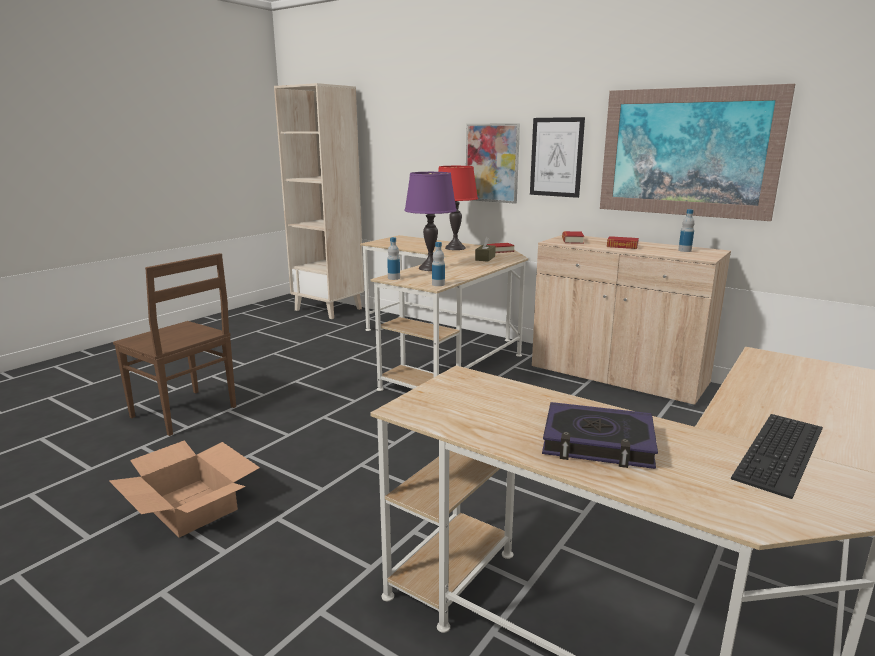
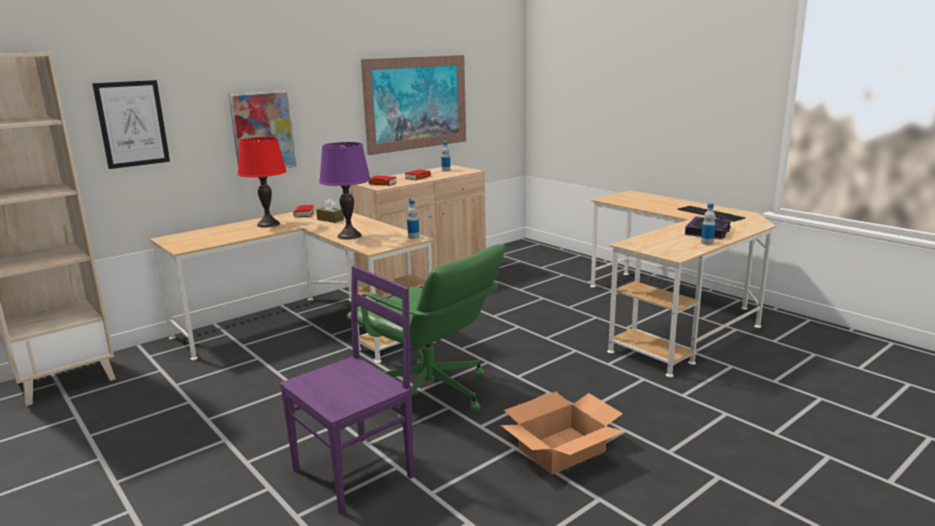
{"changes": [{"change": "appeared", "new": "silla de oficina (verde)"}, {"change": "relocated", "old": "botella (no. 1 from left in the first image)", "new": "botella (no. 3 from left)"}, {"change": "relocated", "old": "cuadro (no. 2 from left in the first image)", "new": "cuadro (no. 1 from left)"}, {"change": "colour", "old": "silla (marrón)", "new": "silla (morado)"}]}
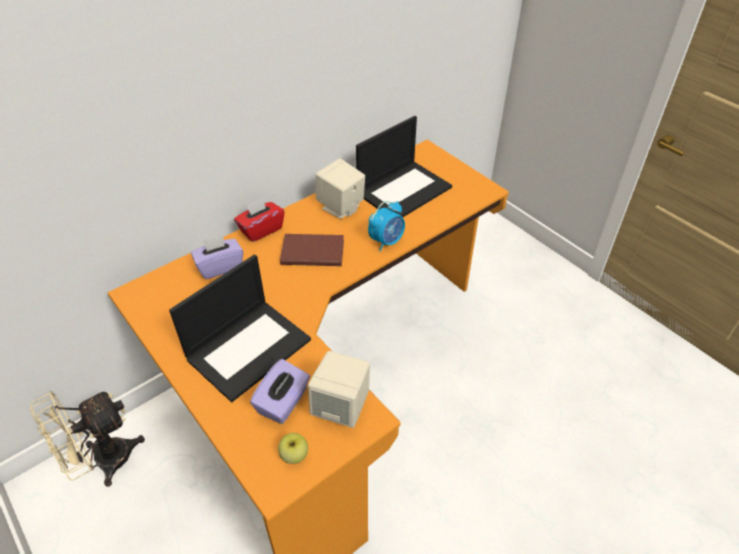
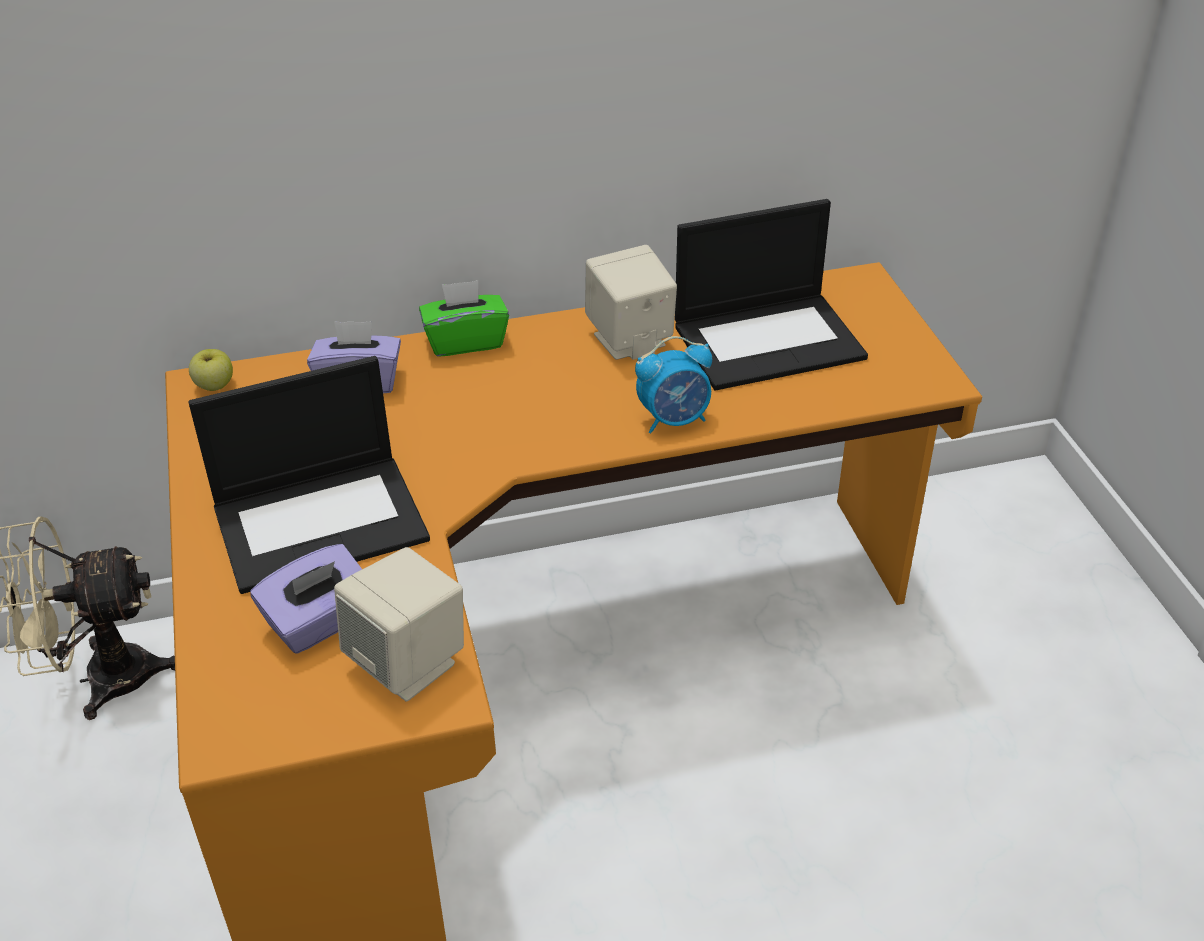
{"changes": [{"change": "missing", "old": "libro (marrón)"}, {"change": "relocated", "old": "manzana"}, {"change": "colour", "old": "caja de pañuelos (rojo)", "new": "caja de pañuelos (verde)"}]}
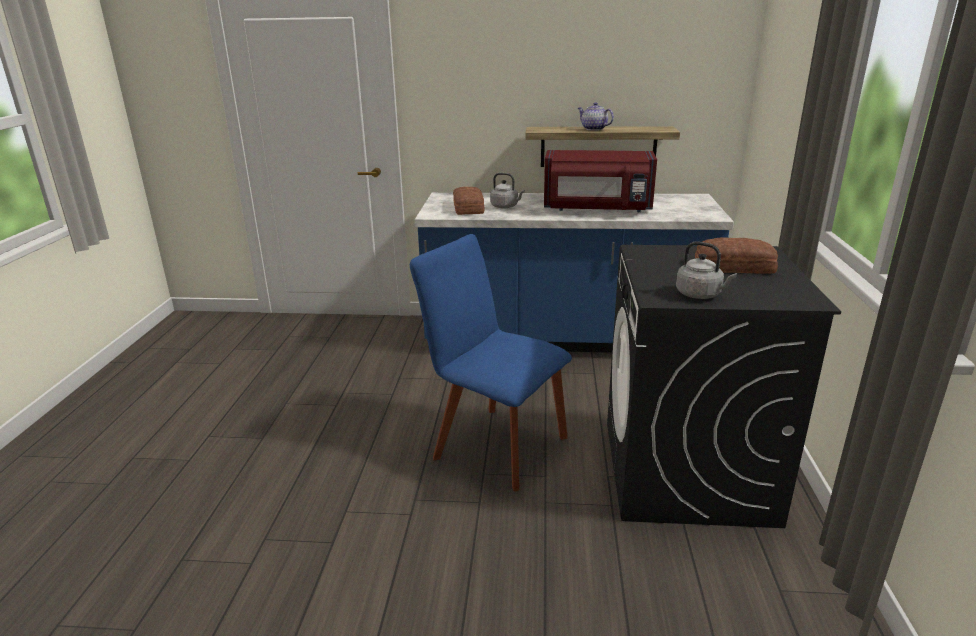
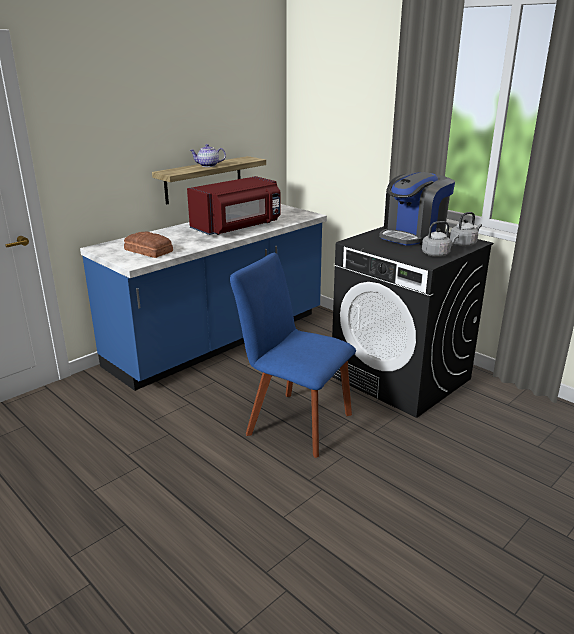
{"changes": [{"change": "relocated", "old": "hervidor (gris) (no. 1 from left in the first image)", "new": "hervidor (gris) (no. 2 from left)"}, {"change": "exchanged", "old": "pan (no. 2 from left)", "new": "cafetera"}, {"change": "spun", "old": "silla (azul)", "degrees": 45}]}
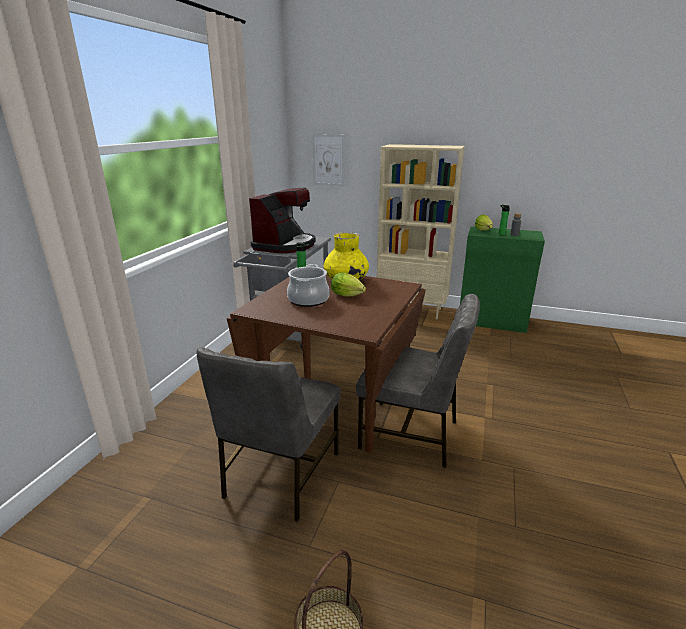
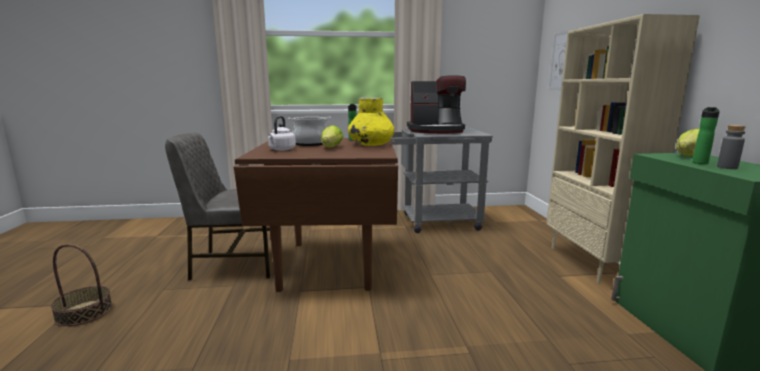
{"changes": [{"change": "missing", "old": "silla (gris) (no. 2 from left)"}, {"change": "appeared", "new": "hervidor (blanco)"}]}
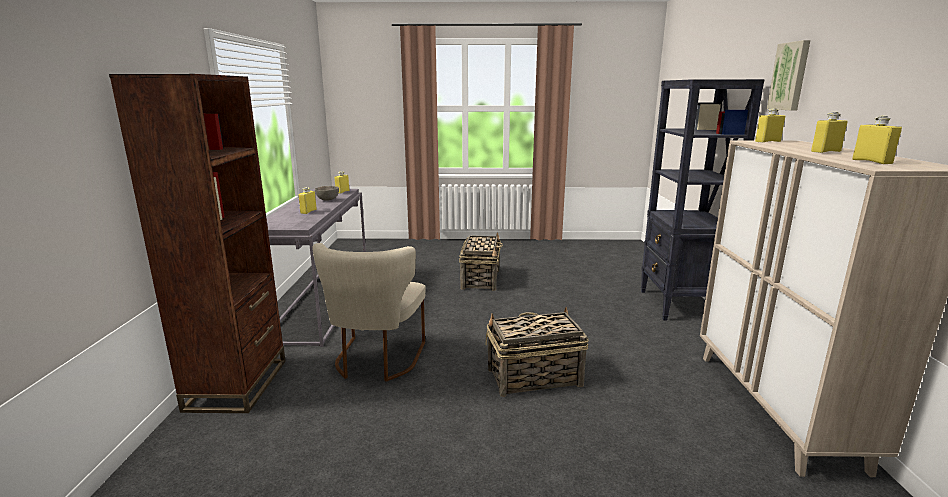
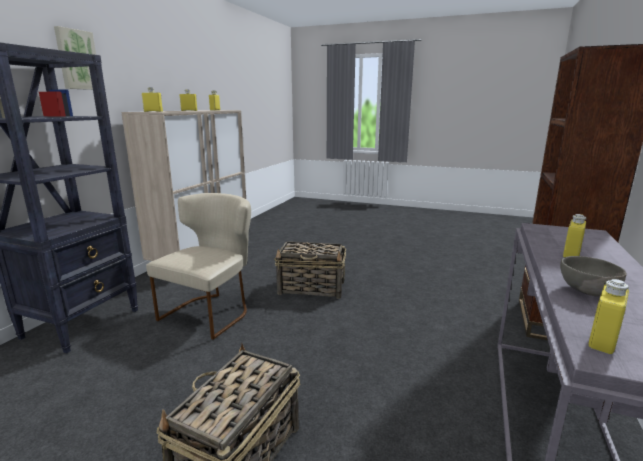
{"changes": [{"change": "relocated", "old": "silla (beis)"}]}
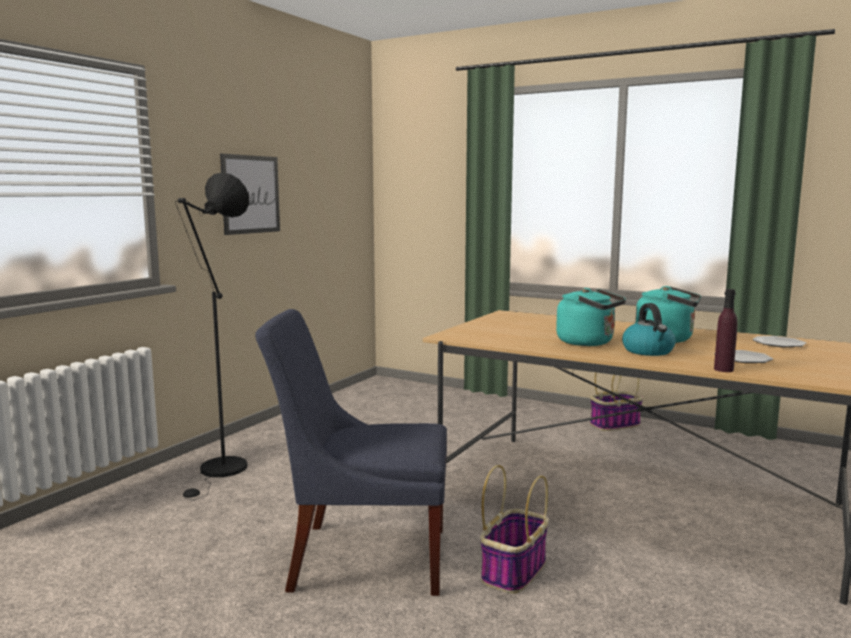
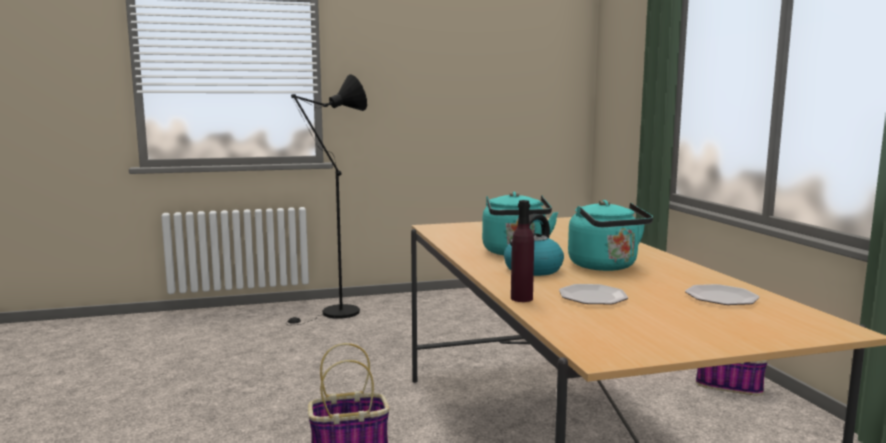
{"changes": [{"change": "missing", "old": "cuadro"}, {"change": "missing", "old": "silla (azul)"}]}
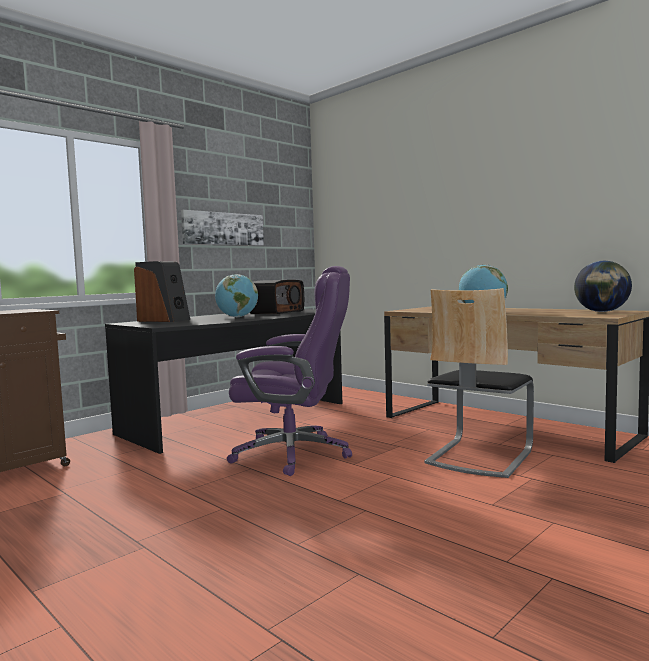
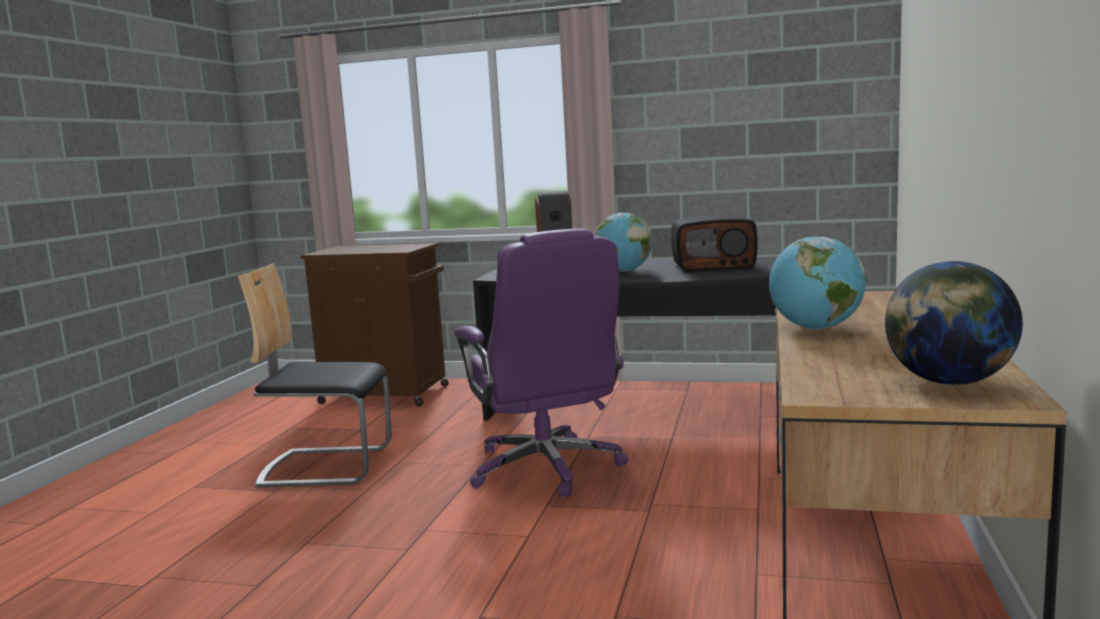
{"changes": [{"change": "missing", "old": "cuadro"}, {"change": "relocated", "old": "silla"}]}
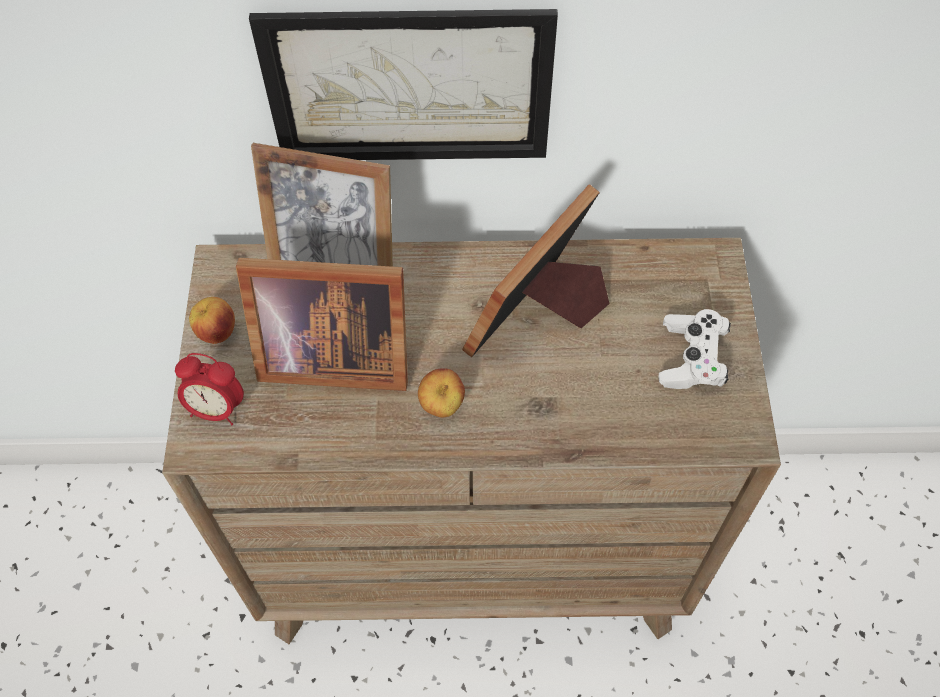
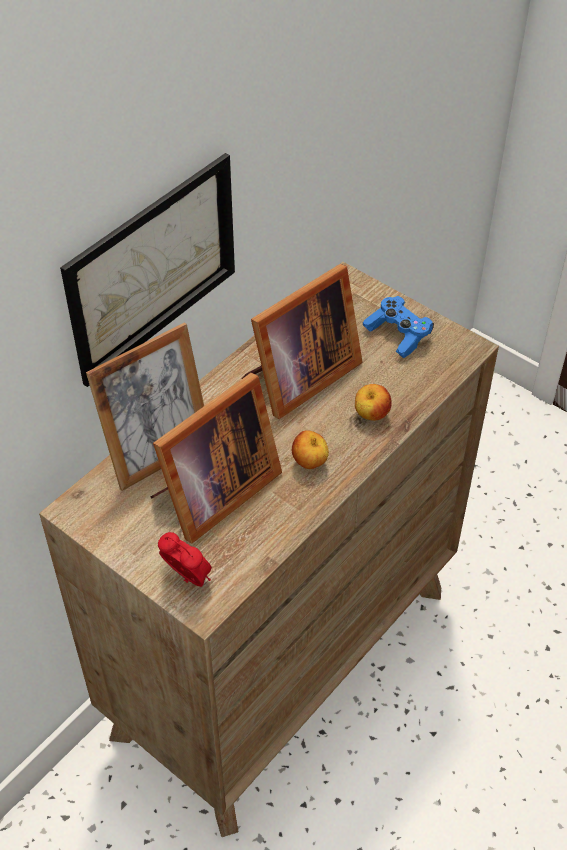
{"changes": [{"change": "relocated", "old": "manzana (no. 1 from left in the first image)", "new": "manzana (no. 2 from left)"}, {"change": "colour", "old": "mando de consola (blanco)", "new": "mando de consola (azul)"}, {"change": "spun", "old": "despertador", "degrees": -105}, {"change": "spun", "old": "portarretratos (no. 3 from left)", "degrees": -120}]}
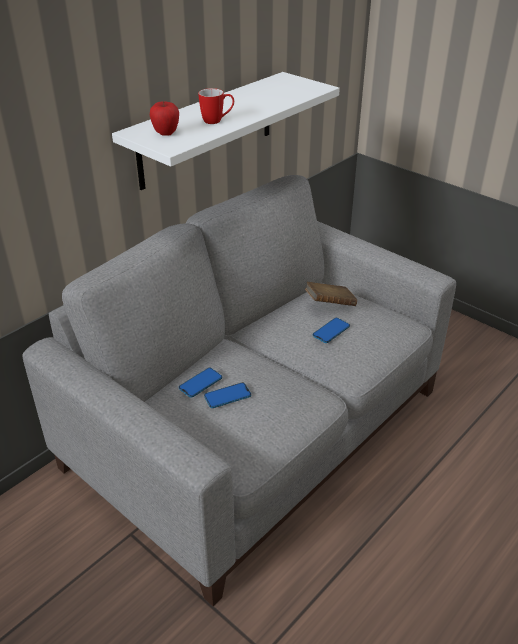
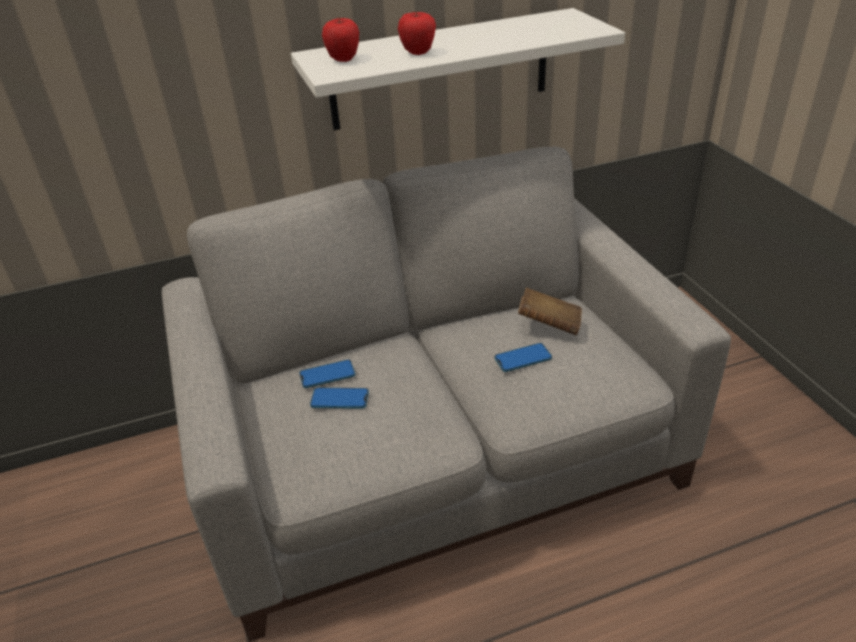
{"changes": [{"change": "exchanged", "old": "taza grande", "new": "manzana (no. 2 from left)"}]}
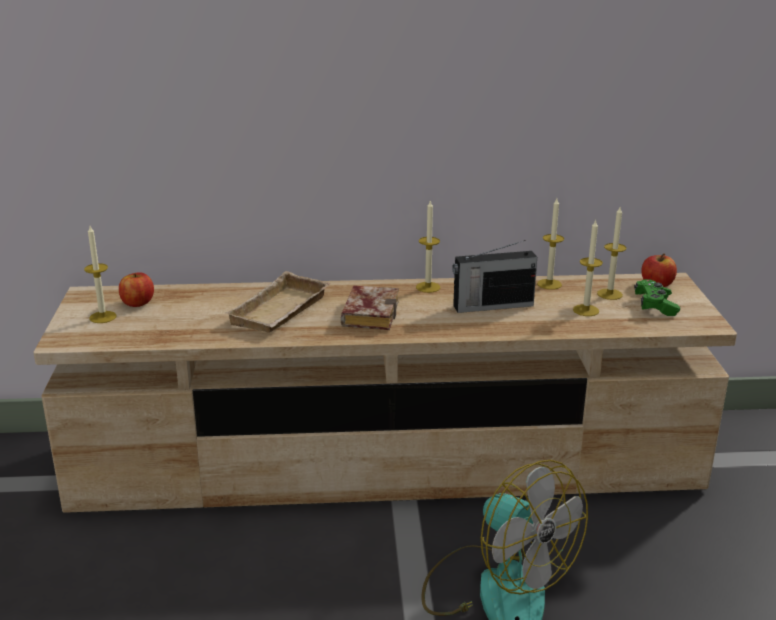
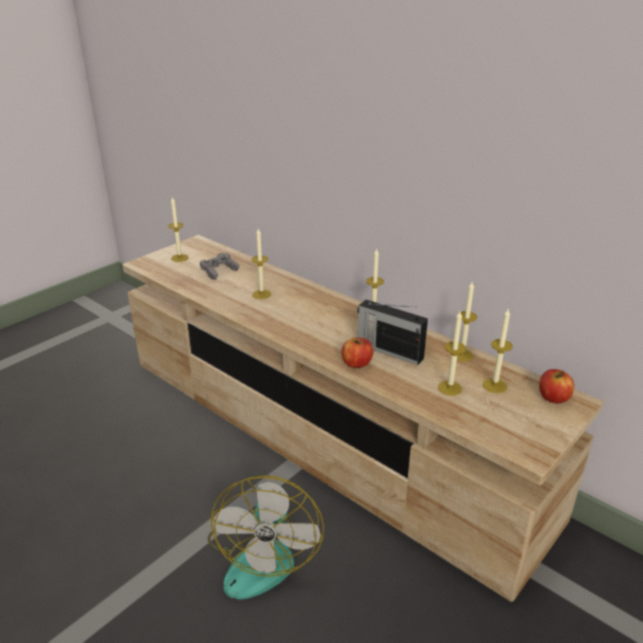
{"changes": [{"change": "missing", "old": "libro"}, {"change": "missing", "old": "mando de consola (verde)"}, {"change": "appeared", "new": "mando de consola (gris)"}, {"change": "relocated", "old": "manzana (no. 1 from left)"}, {"change": "exchanged", "old": "bandeja (beis)", "new": "vela (no. 2 from left)"}]}
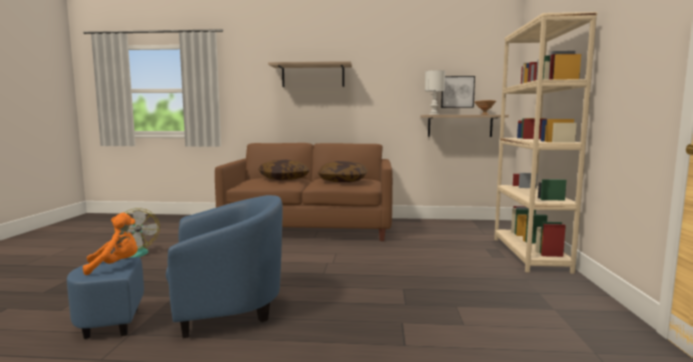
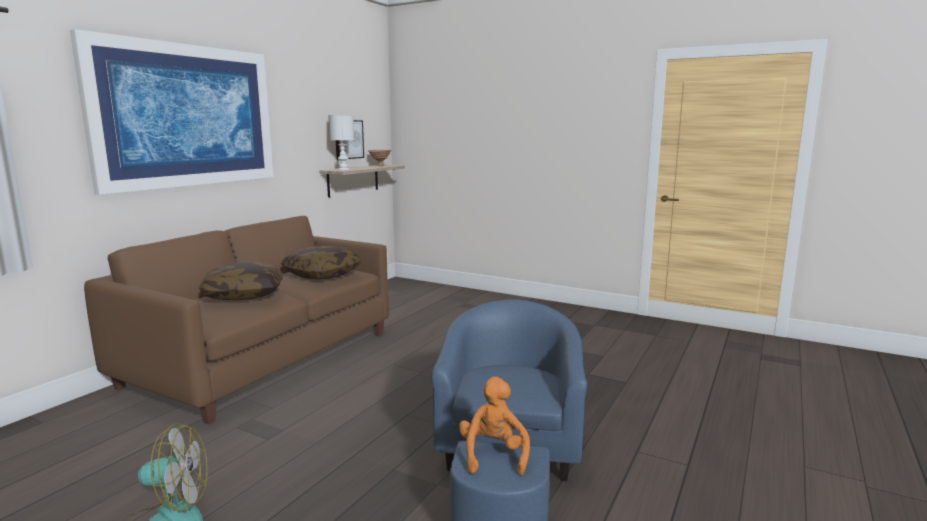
{"changes": [{"change": "missing", "old": "estantería (beis)"}, {"change": "exchanged", "old": "estante (no. 1 from left)", "new": "cuadro (no. 1 from left)"}]}
